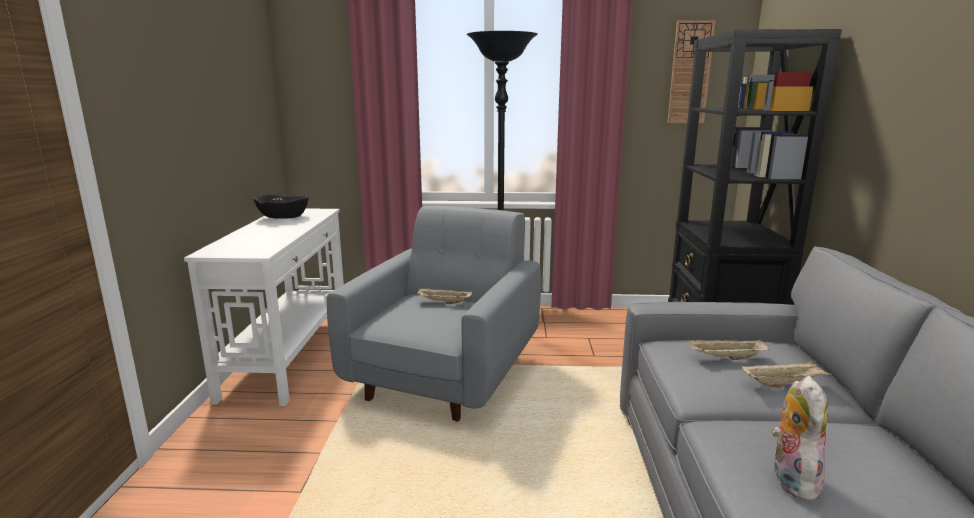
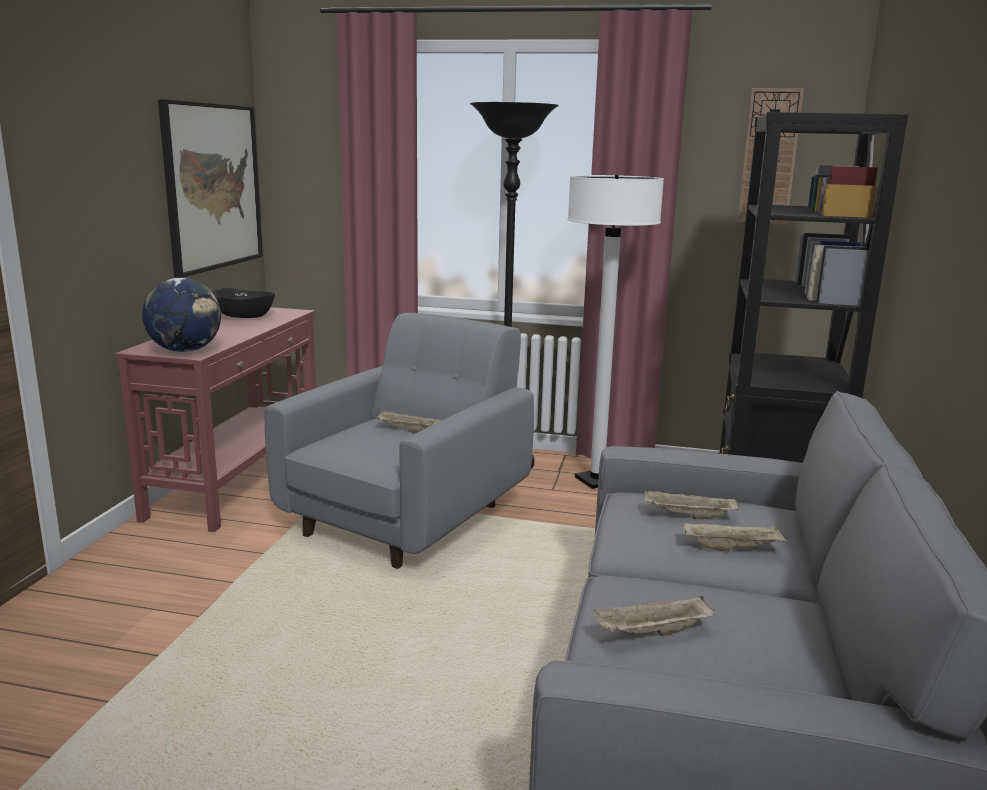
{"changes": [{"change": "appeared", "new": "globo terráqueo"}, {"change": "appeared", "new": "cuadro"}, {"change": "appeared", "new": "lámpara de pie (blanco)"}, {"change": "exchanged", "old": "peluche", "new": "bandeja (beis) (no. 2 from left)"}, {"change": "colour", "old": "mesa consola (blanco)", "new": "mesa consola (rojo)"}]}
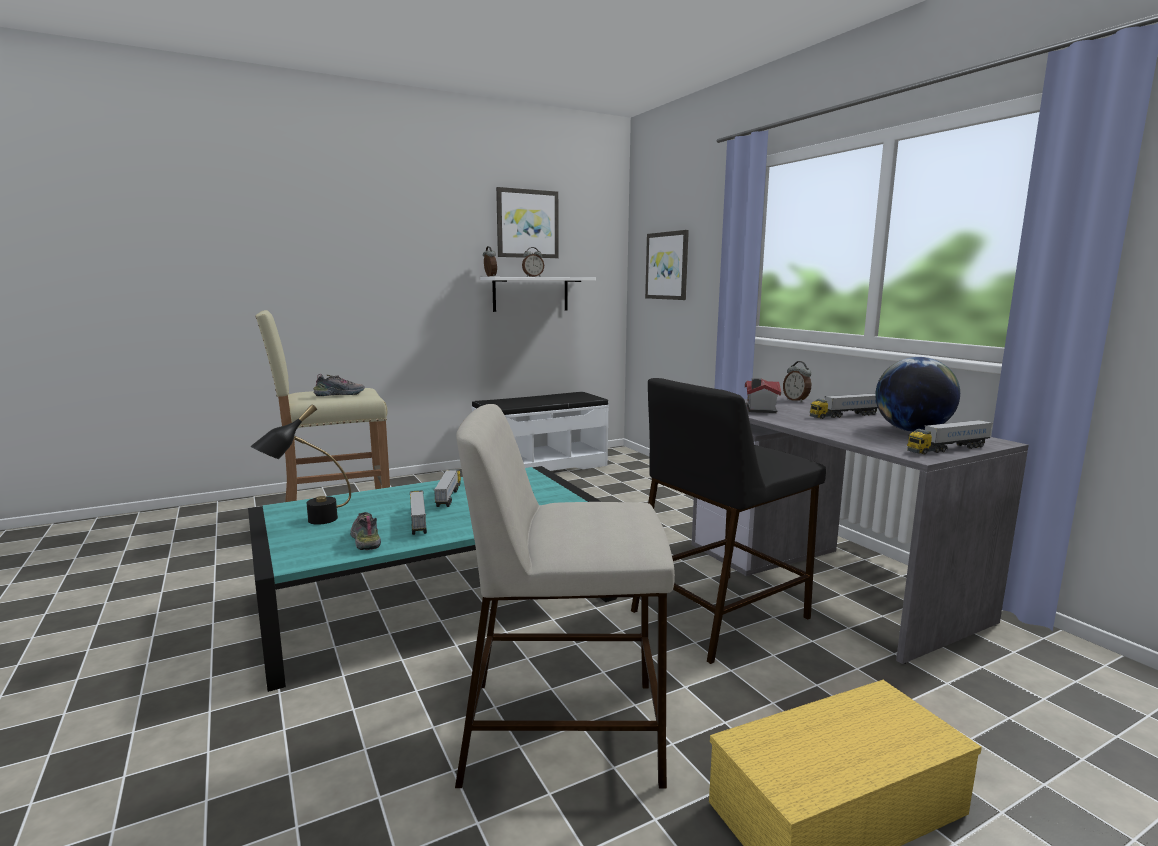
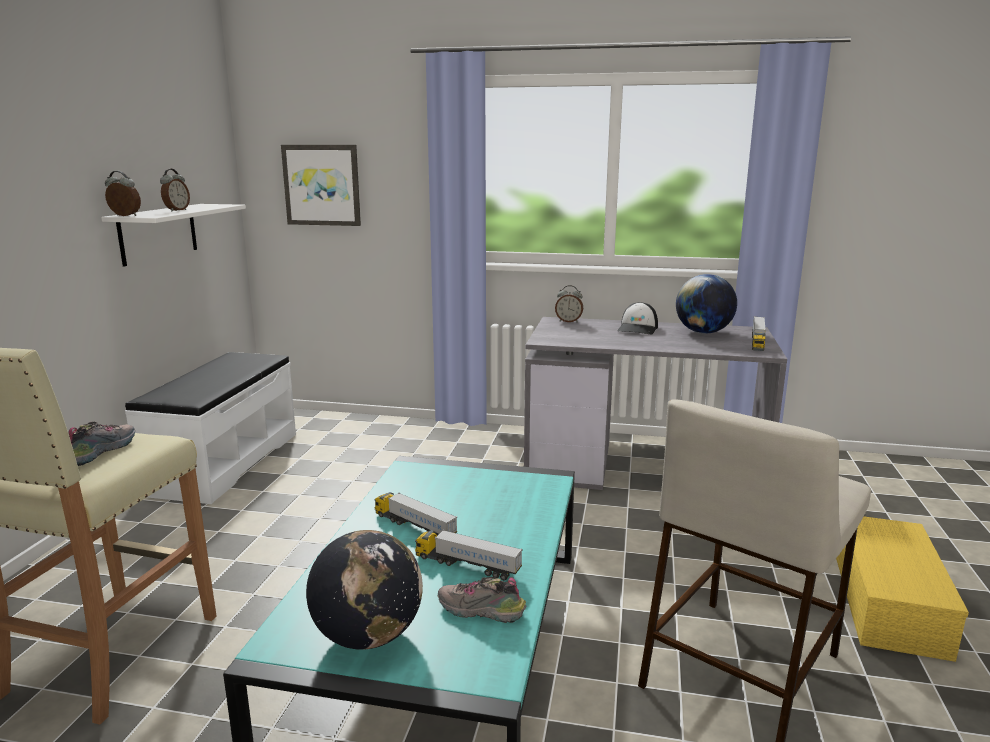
{"changes": [{"change": "missing", "old": "cuadro (no. 1 from left)"}, {"change": "missing", "old": "taburete (negro)"}, {"change": "missing", "old": "casita"}, {"change": "exchanged", "old": "lámpara de mesa (negro)", "new": "globo terráqueo (no. 1 from left)"}, {"change": "exchanged", "old": "camión de juguete (no. 3 from left)", "new": "gorra"}]}
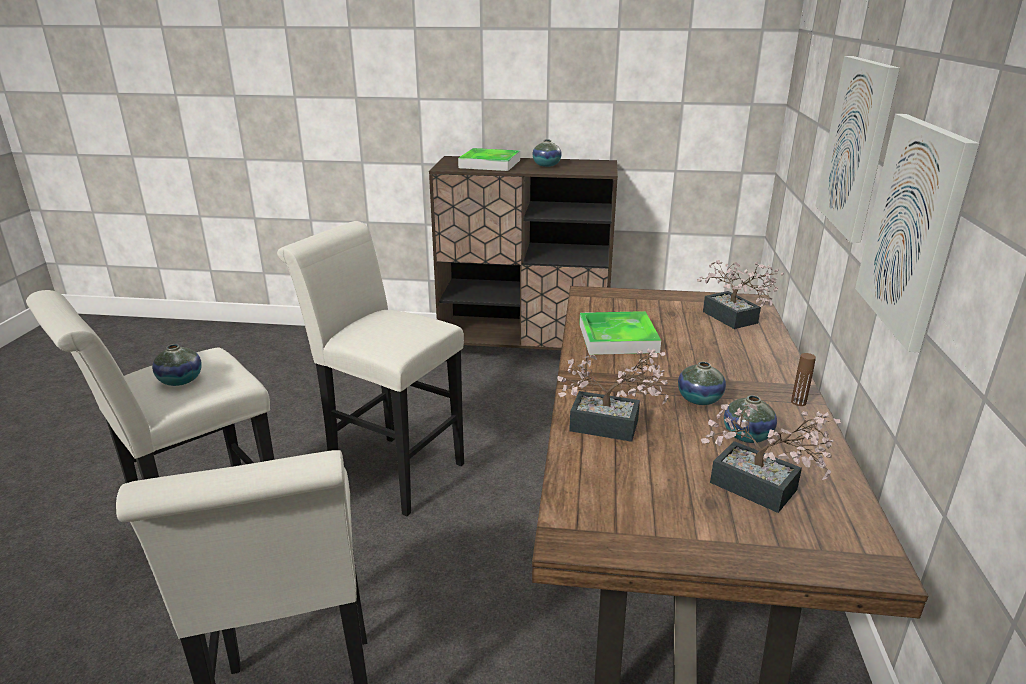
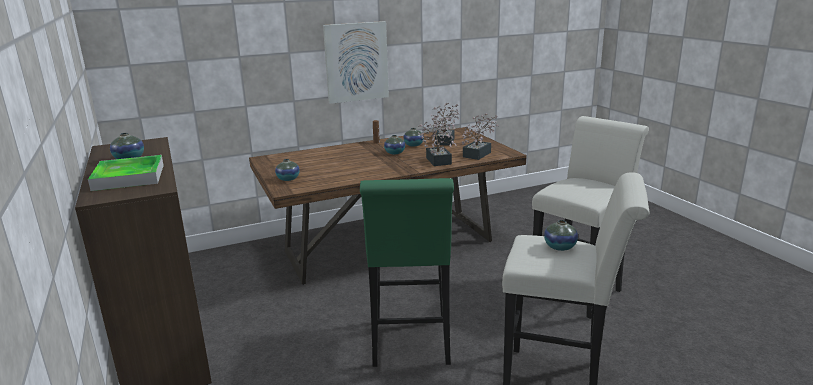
{"changes": [{"change": "missing", "old": "bandeja (no. 2 from left)"}, {"change": "missing", "old": "cuadro (no. 1 from left)"}, {"change": "appeared", "new": "florero (no. 2 from left)"}, {"change": "relocated", "old": "planta en maceta (no. 2 from left in the first image)", "new": "planta en maceta (no. 3 from left)"}, {"change": "colour", "old": "taburete (blanco) (no. 3 from left)", "new": "taburete (verde)"}]}
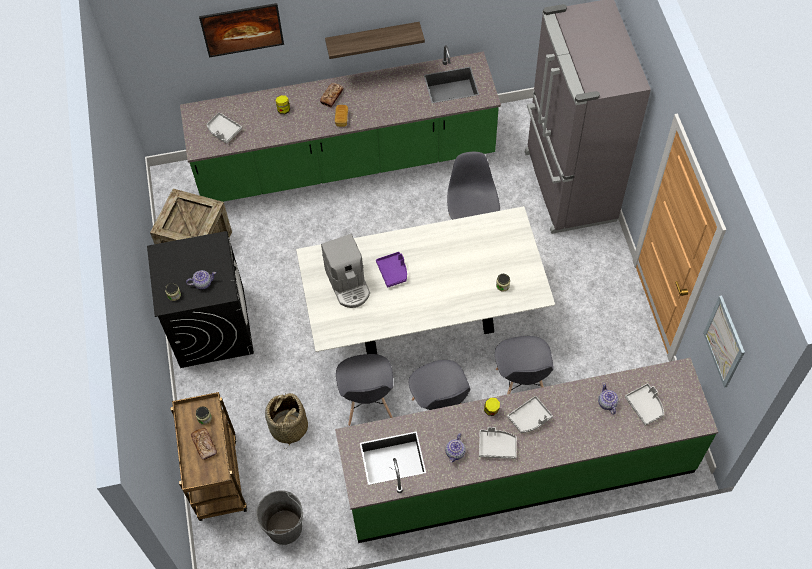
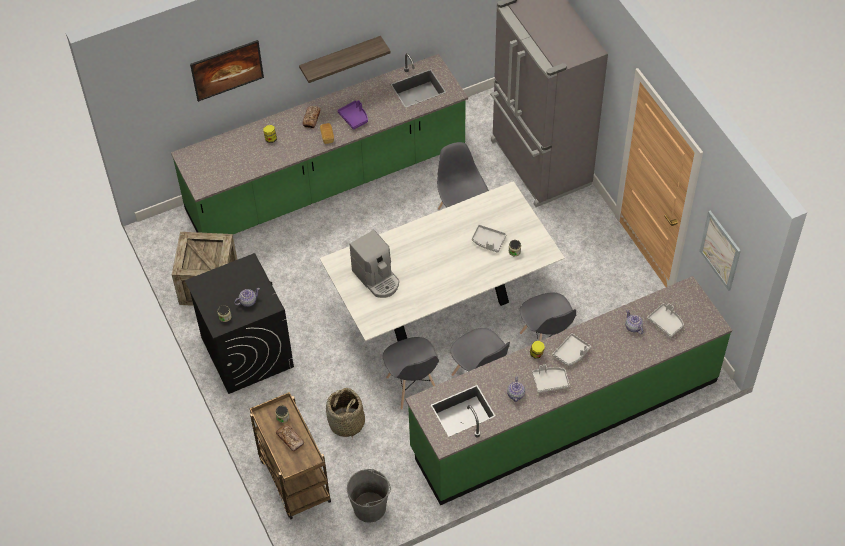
{"changes": [{"change": "relocated", "old": "bandeja (gris) (no. 1 from left)"}, {"change": "relocated", "old": "bandeja (morado)"}]}
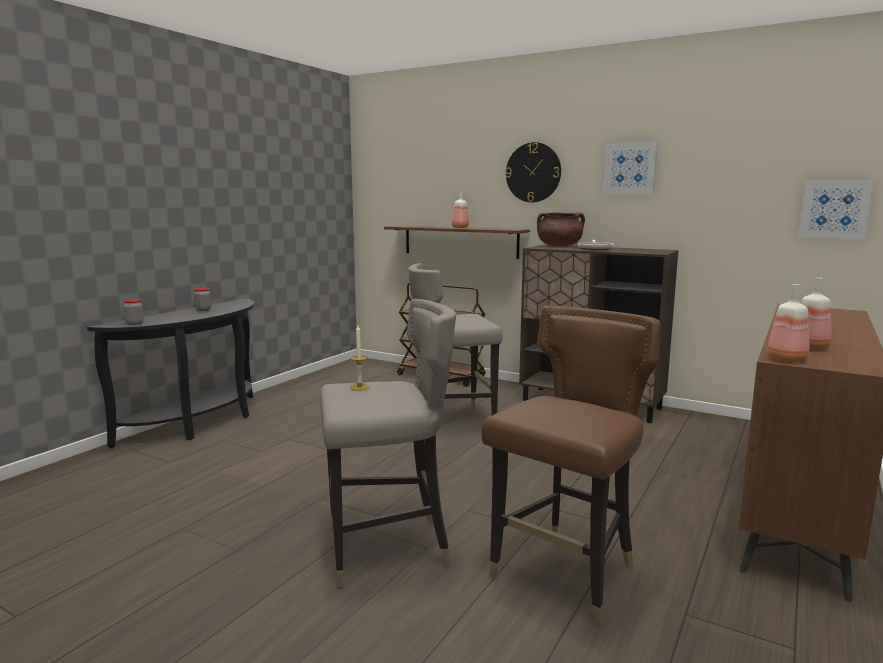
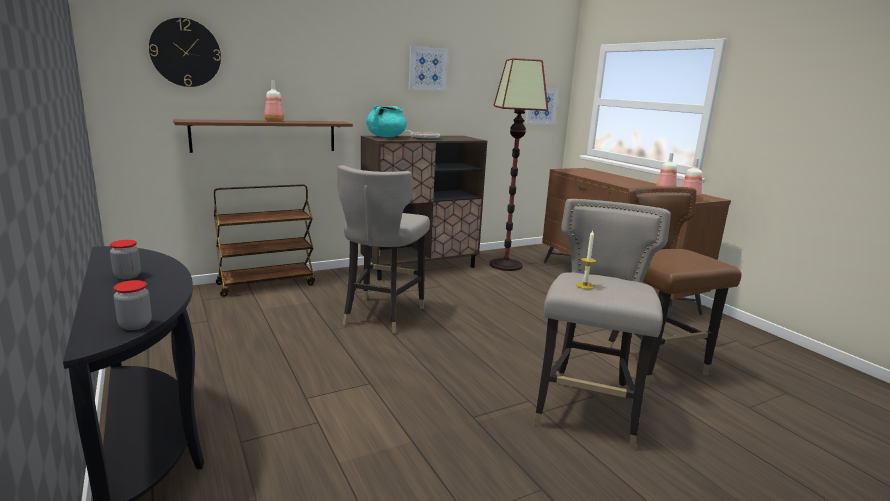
{"changes": [{"change": "appeared", "new": "lámpara de pie"}, {"change": "relocated", "old": "reloj de pared"}, {"change": "colour", "old": "olla (marrón)", "new": "olla (turquesa)"}]}
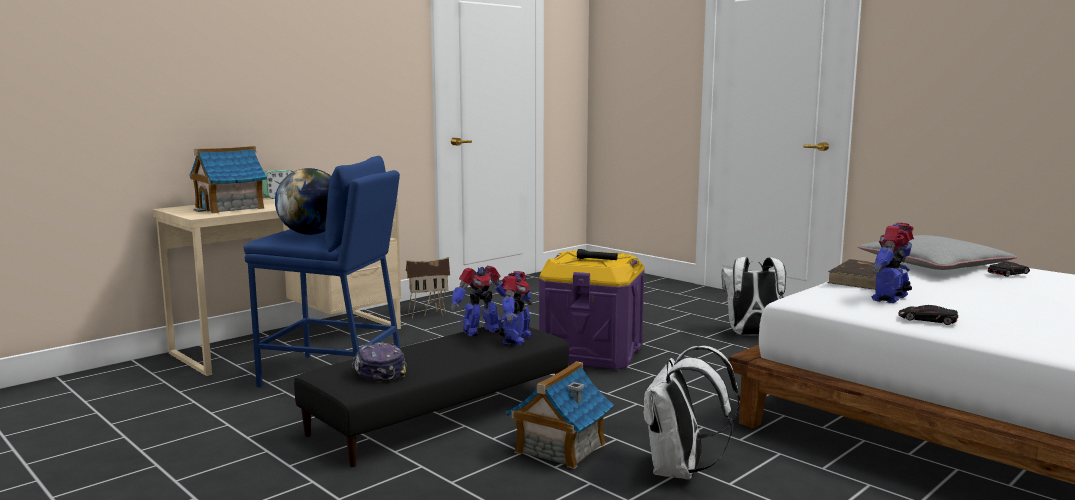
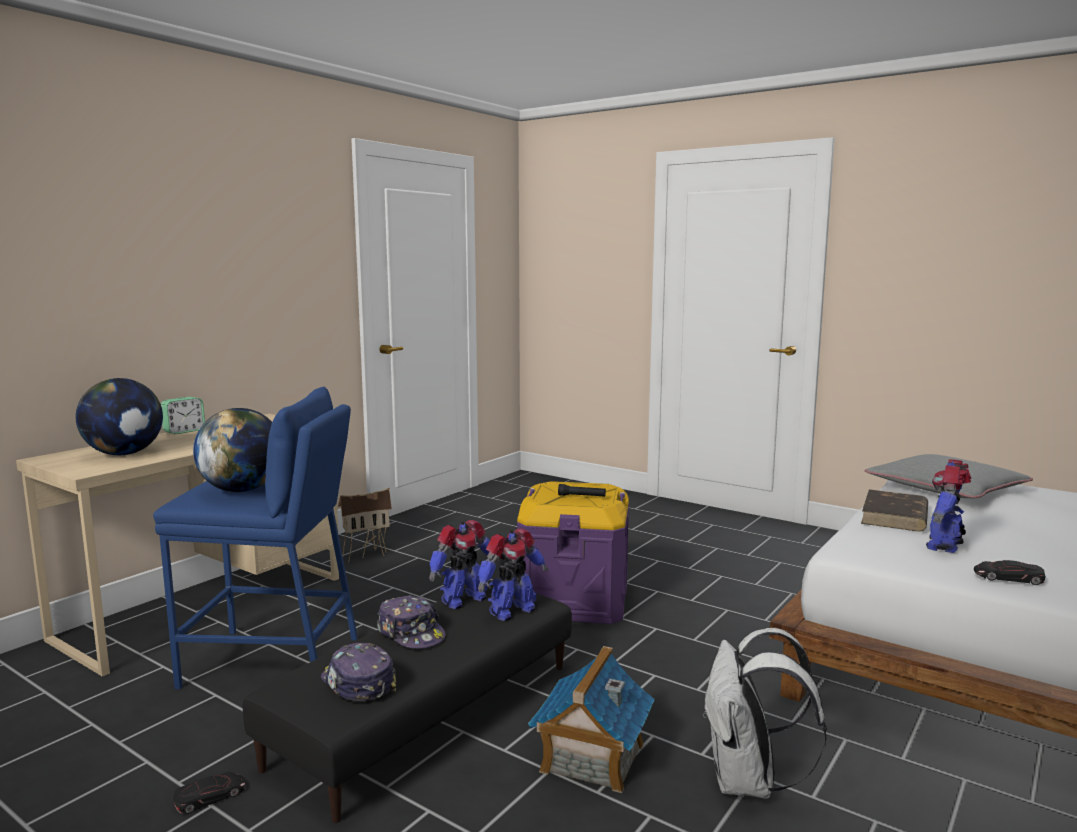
{"changes": [{"change": "missing", "old": "mochila (blanco) (no. 2 from left)"}, {"change": "appeared", "new": "gorra (no. 2 from left)"}, {"change": "relocated", "old": "coche de juguete (negro) (no. 2 from left in the first image)", "new": "coche de juguete (negro) (no. 1 from left)"}, {"change": "exchanged", "old": "casita (no. 1 from left)", "new": "globo terráqueo (no. 1 from left)"}, {"change": "spun", "old": "robot de juguete (no. 2 from left)", "degrees": 45}]}
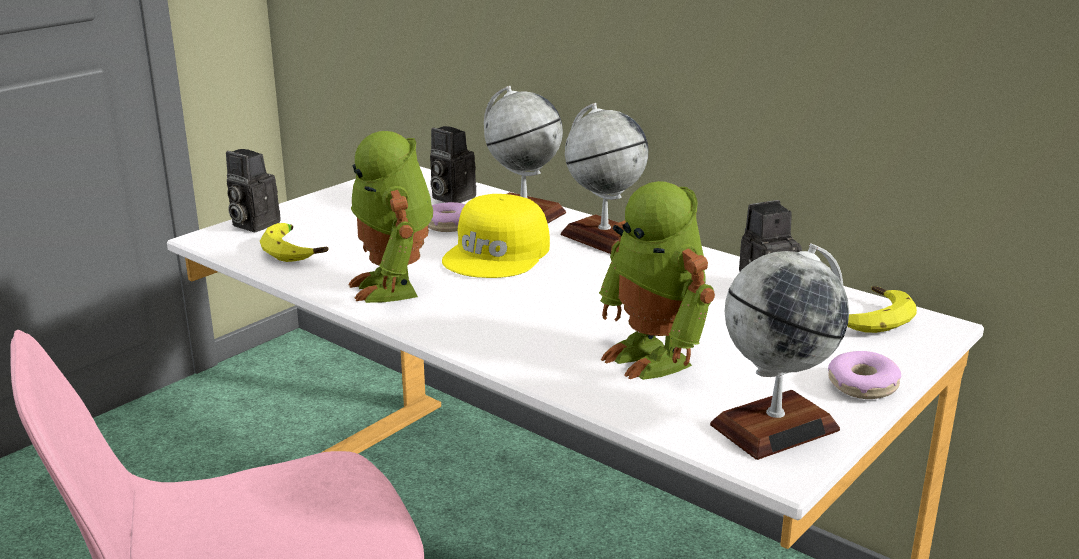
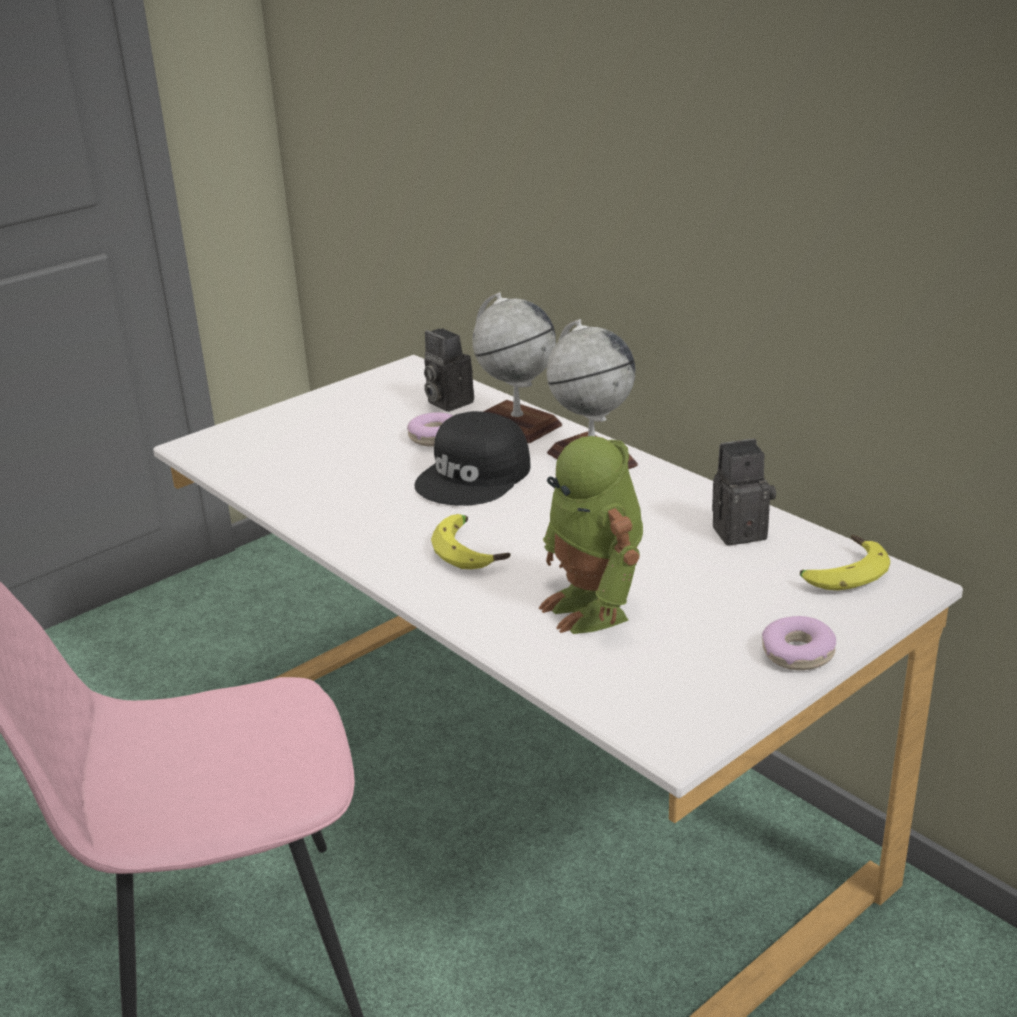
{"changes": [{"change": "missing", "old": "cámara (no. 1 from left)"}, {"change": "missing", "old": "robot de juguete (no. 1 from left)"}, {"change": "missing", "old": "globo terráqueo (no. 3 from left)"}, {"change": "relocated", "old": "plátano (no. 1 from left)"}, {"change": "colour", "old": "gorra (amarillo)", "new": "gorra (negro)"}]}
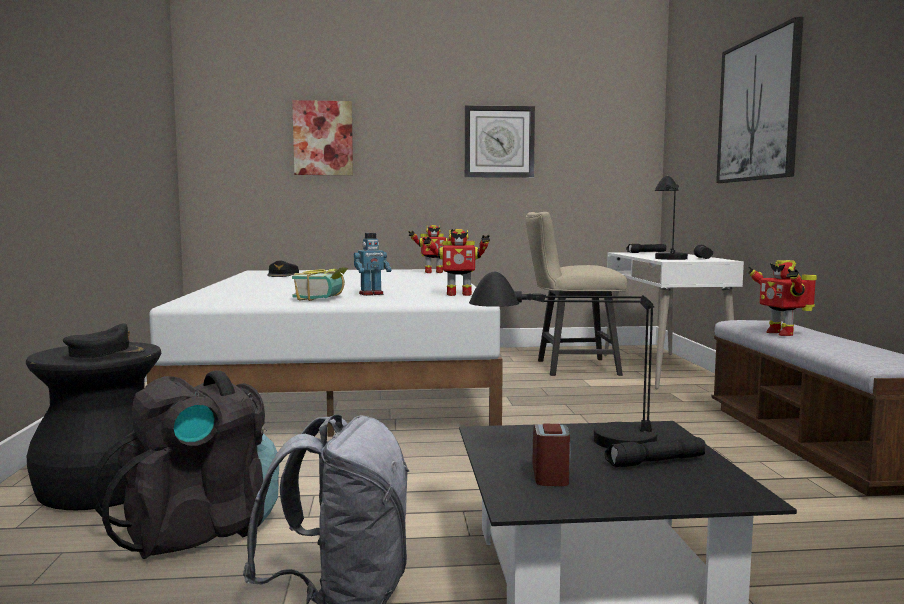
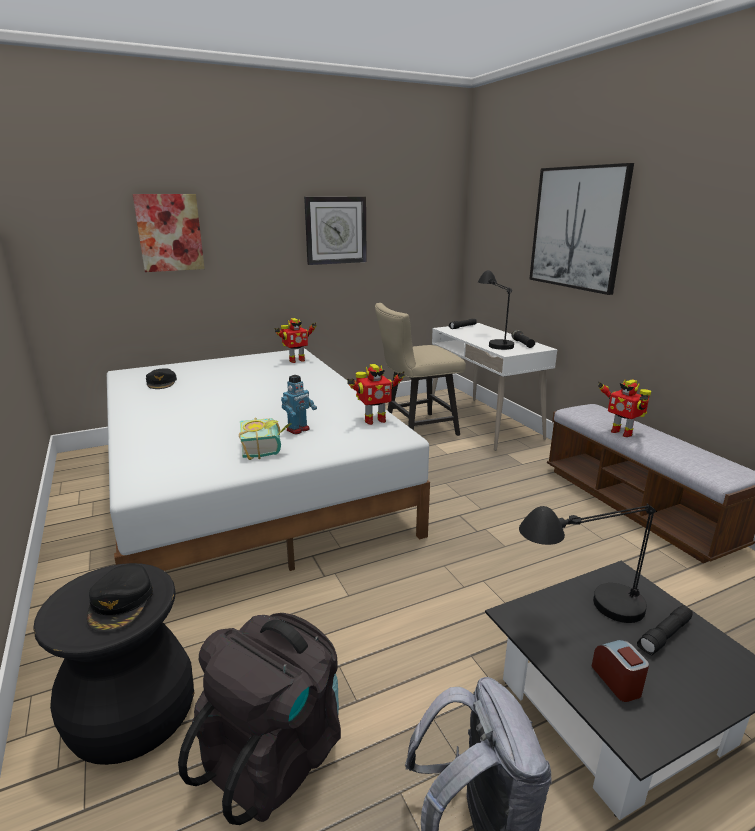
{"changes": [{"change": "spun", "old": "gorra (negro) (no. 1 from left)", "degrees": 135}]}
